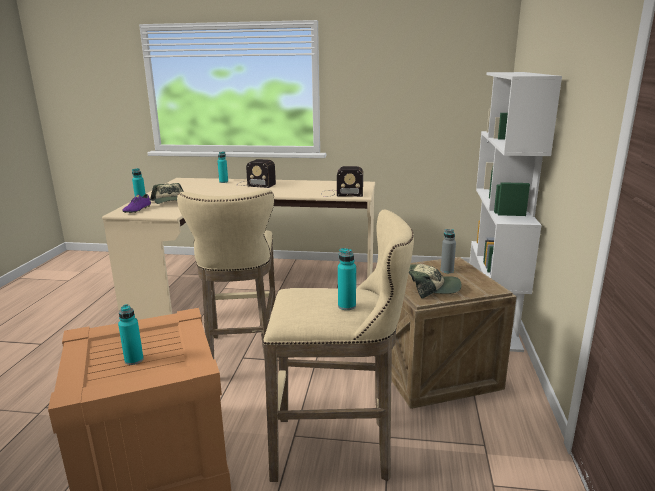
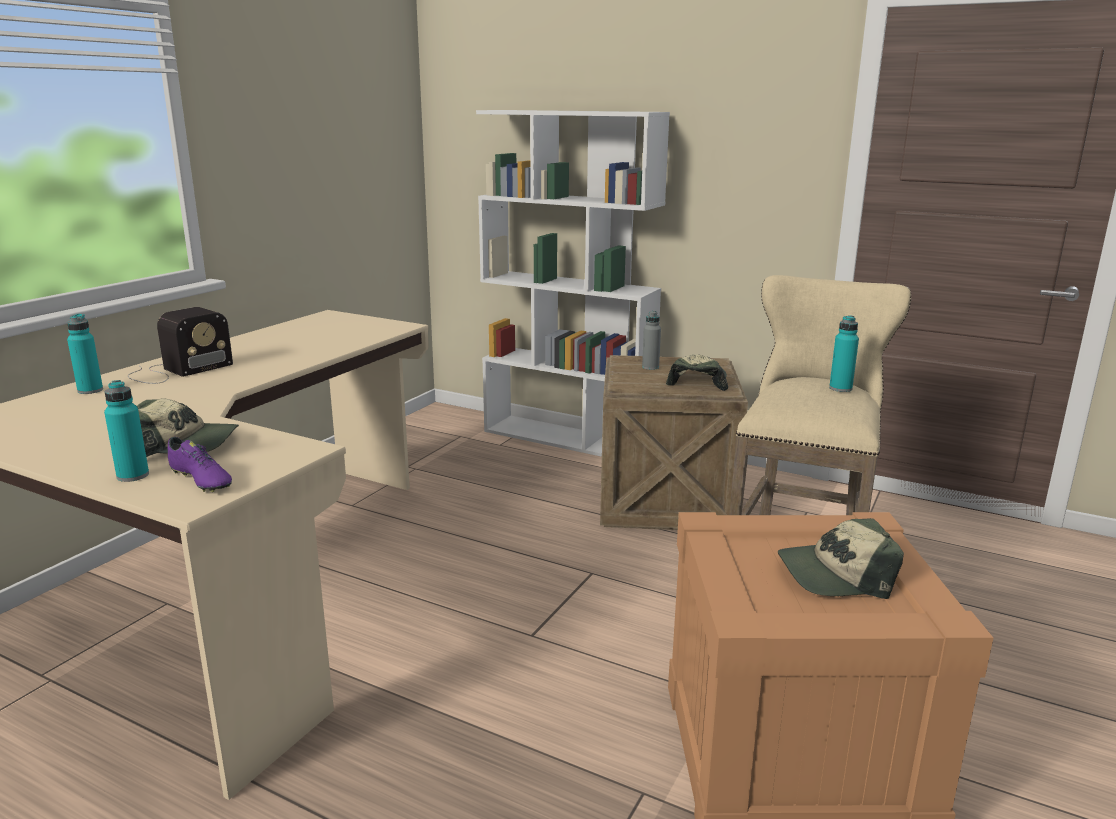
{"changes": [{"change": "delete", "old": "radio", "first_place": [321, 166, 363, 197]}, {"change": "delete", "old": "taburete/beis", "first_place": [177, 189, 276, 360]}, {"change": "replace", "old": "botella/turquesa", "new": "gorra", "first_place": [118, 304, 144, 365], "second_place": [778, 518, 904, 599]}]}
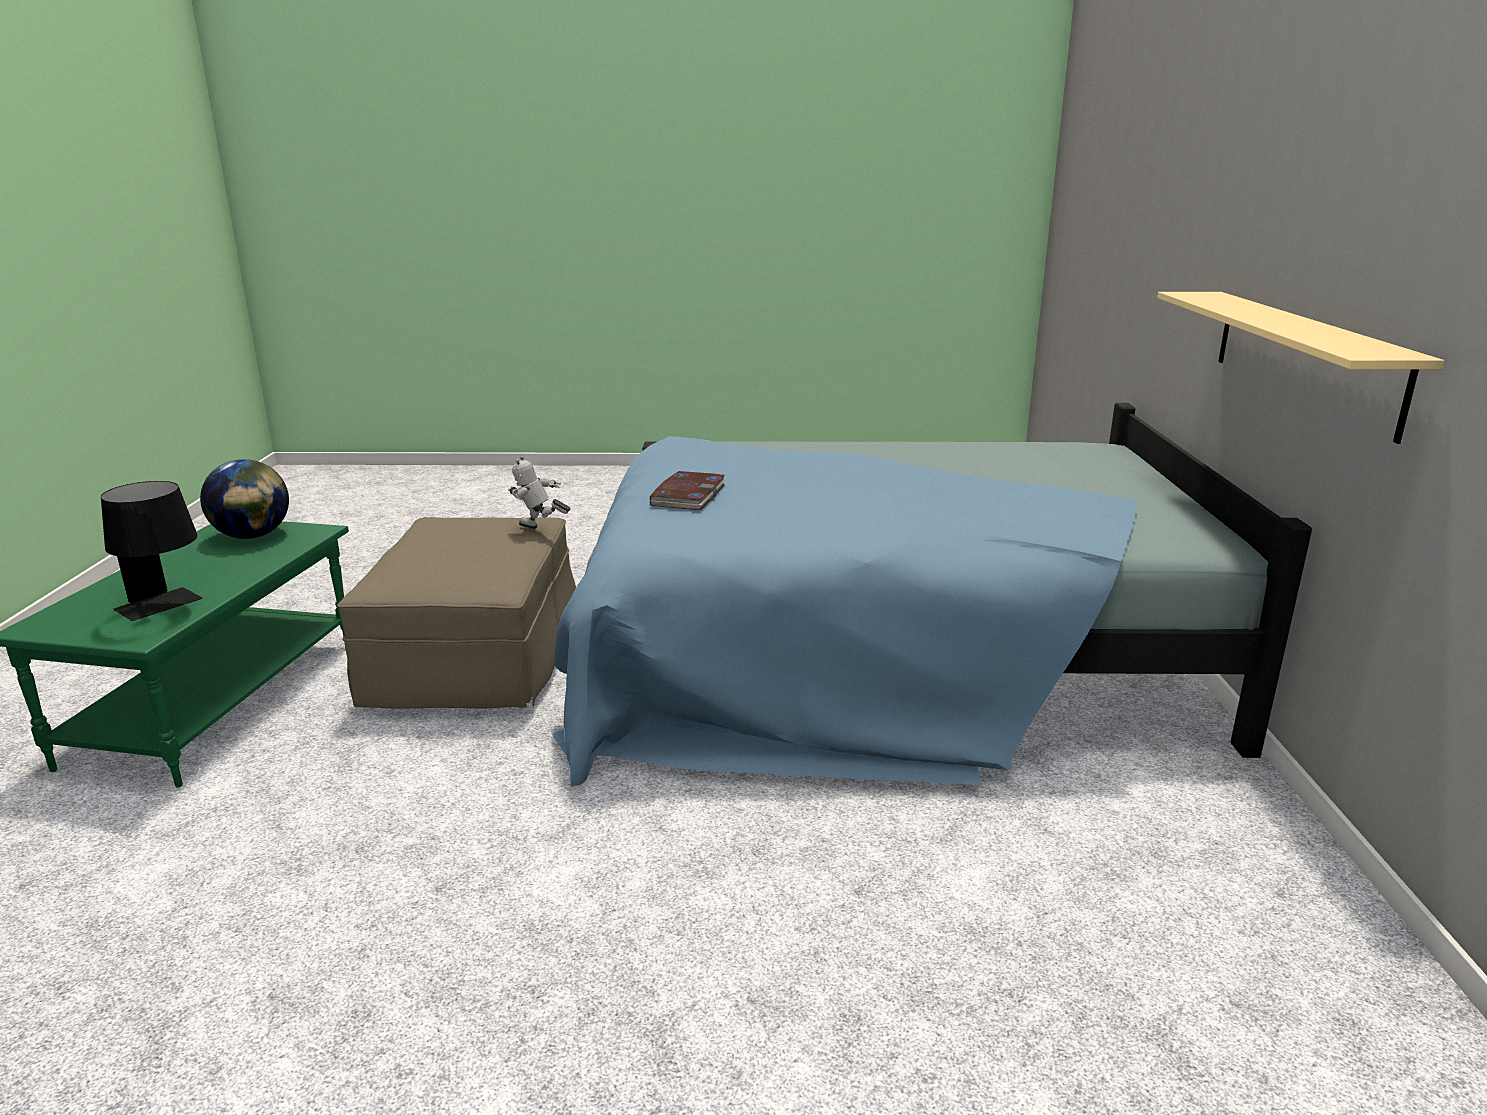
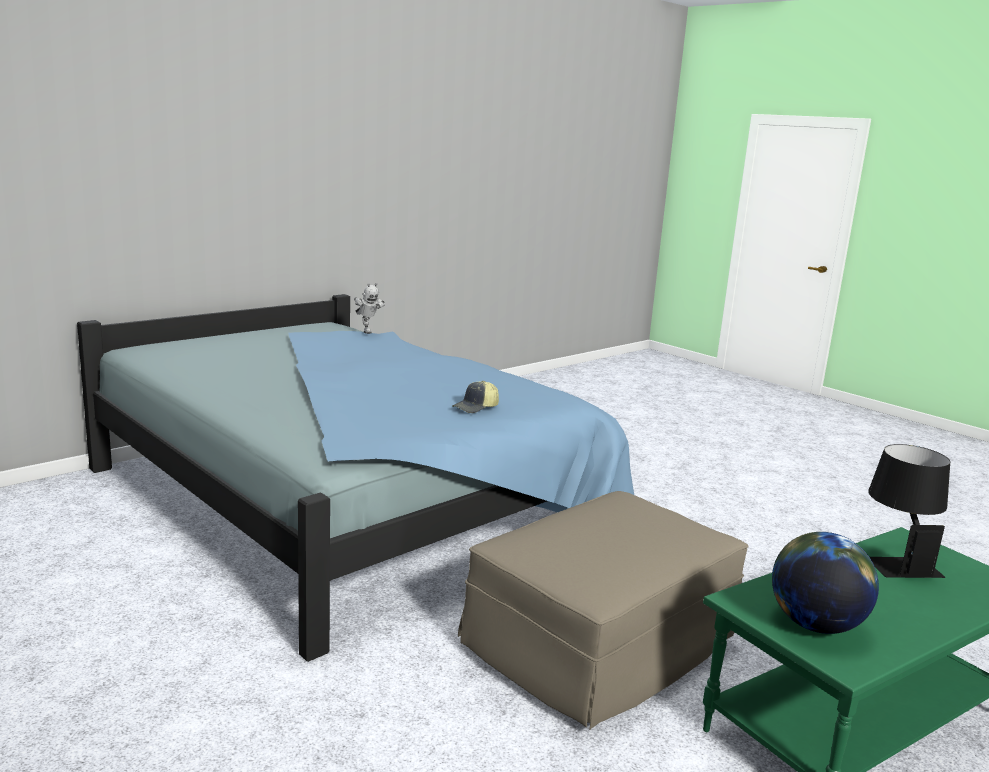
{"changes": [{"change": "delete", "old": "estante/beis", "first_place": [1157, 292, 1444, 444]}, {"change": "move", "old": "robot de juguete", "first_place": [508, 455, 571, 529], "second_place": [354, 283, 385, 334]}, {"change": "replace", "old": "libro", "new": "gorra", "first_place": [650, 471, 726, 510], "second_place": [452, 381, 499, 413]}]}
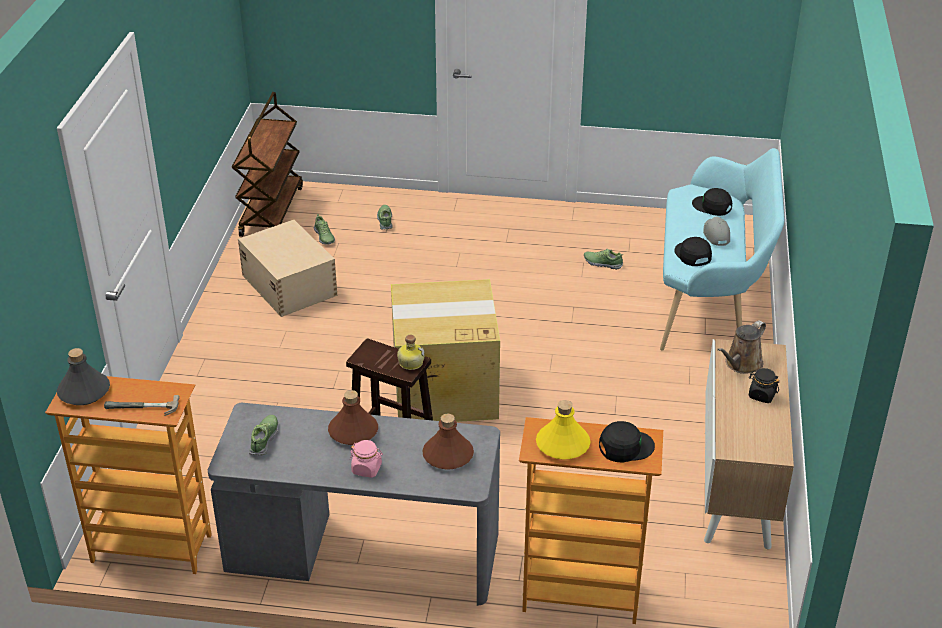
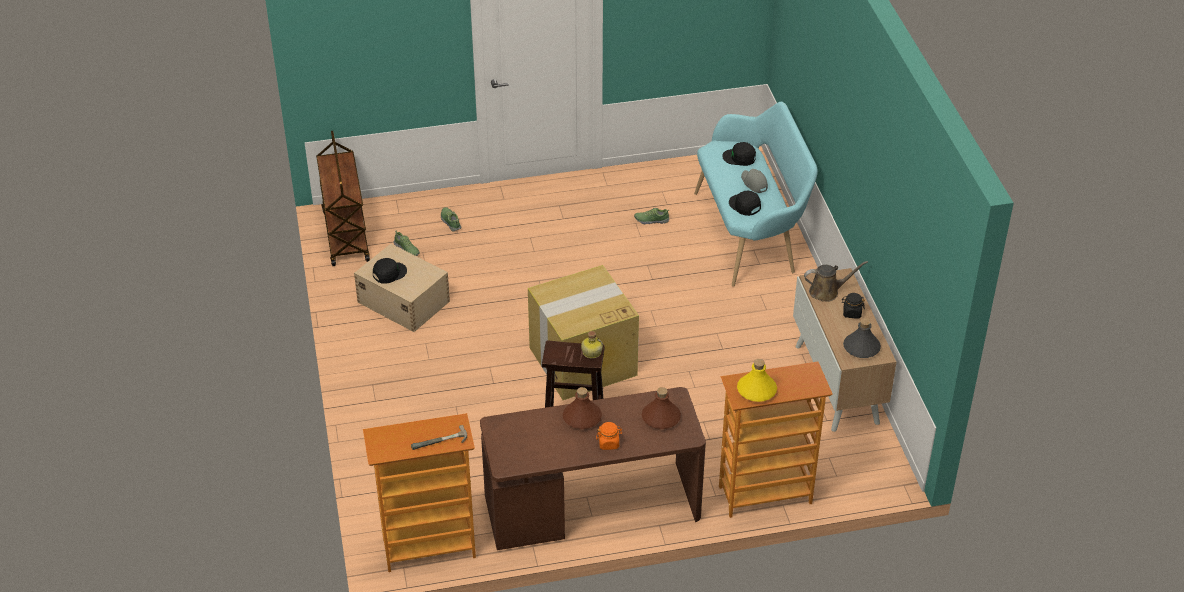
{"changes": [{"change": "rotate", "old": "regadera/marrón", "first_place": [717, 320, 766, 374], "second_place": [804, 261, 868, 302], "degrees": -120}, {"change": "move", "old": "botella/gris", "first_place": [57, 348, 110, 405], "second_place": [843, 318, 881, 358]}, {"change": "recolor", "old": "escritorio/gris", "new": "escritorio/marrón", "first_place": [208, 403, 500, 606], "second_place": [480, 387, 706, 550]}, {"change": "delete", "old": "zapato", "first_place": [249, 415, 279, 455]}, {"change": "move", "old": "gorra/negro", "first_place": [599, 421, 655, 462], "second_place": [373, 258, 407, 284]}, {"change": "recolor", "old": "tarro/rosa", "new": "tarro/naranja", "first_place": [350, 440, 383, 478], "second_place": [596, 422, 622, 450]}]}
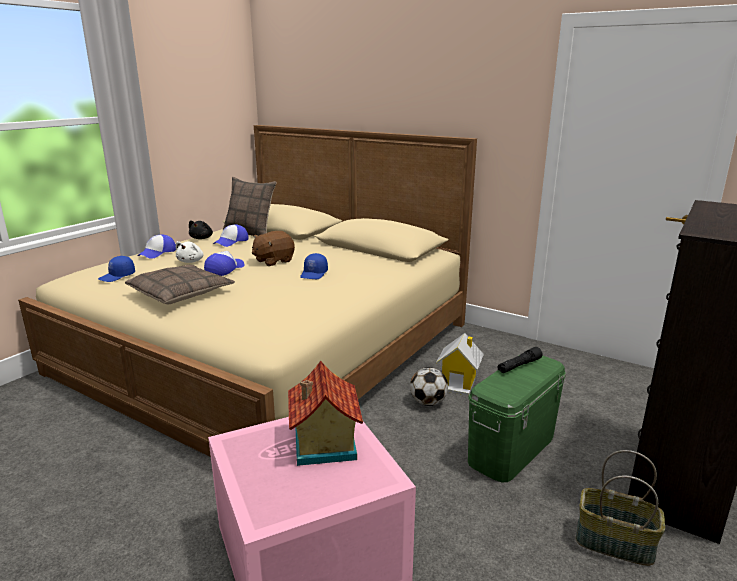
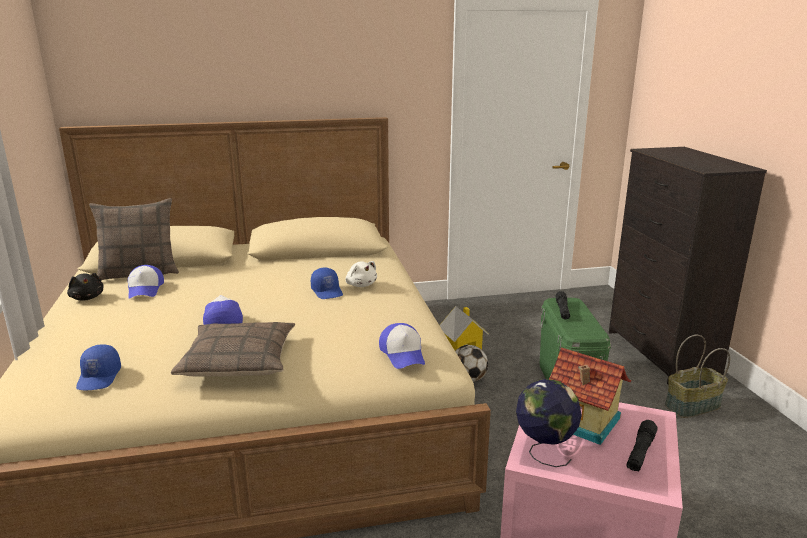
{"changes": [{"change": "delete", "old": "peluche/marrón", "first_place": [252, 231, 295, 266]}, {"change": "move", "old": "gorra", "first_place": [137, 234, 176, 259], "second_place": [379, 323, 425, 369]}, {"change": "move", "old": "peluche/blanco", "first_place": [176, 241, 203, 263], "second_place": [346, 261, 377, 287]}, {"change": "insert", "new": "globo terráqueo", "second_place": [516, 379, 582, 467]}, {"change": "insert", "new": "linterna/negro", "second_place": [627, 420, 658, 471]}]}
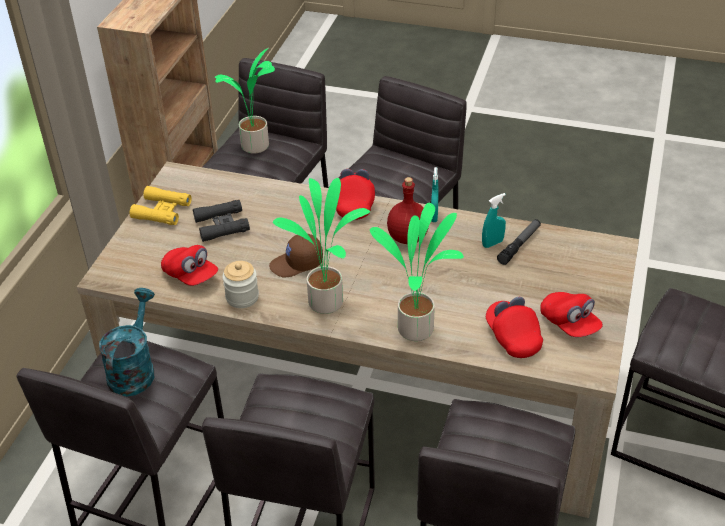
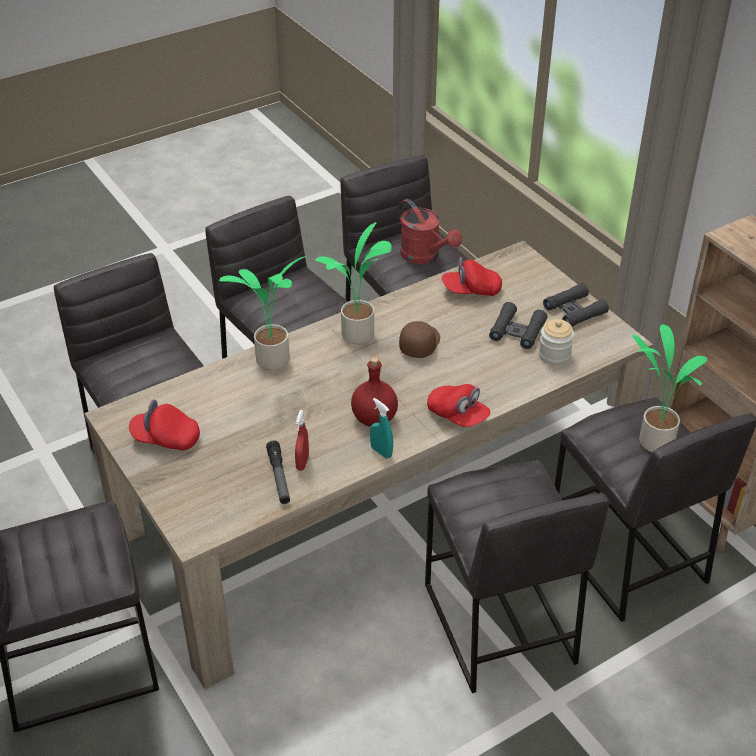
{"changes": [{"change": "recolor", "old": "prismáticos/amarillo", "new": "prismáticos/negro", "first_place": [130, 186, 192, 225], "second_place": [543, 283, 609, 327]}, {"change": "recolor", "old": "pulverizador/turquesa", "new": "pulverizador/rojo", "first_place": [482, 193, 506, 248], "second_place": [295, 410, 309, 471]}, {"change": "move", "old": "tarro", "first_place": [222, 261, 259, 308], "second_place": [539, 319, 574, 365]}, {"change": "recolor", "old": "regadera/turquesa", "new": "regadera/rojo", "first_place": [99, 288, 155, 397], "second_place": [398, 199, 462, 264]}, {"change": "delete", "old": "gorra/rojo", "first_place": [486, 297, 543, 358]}]}
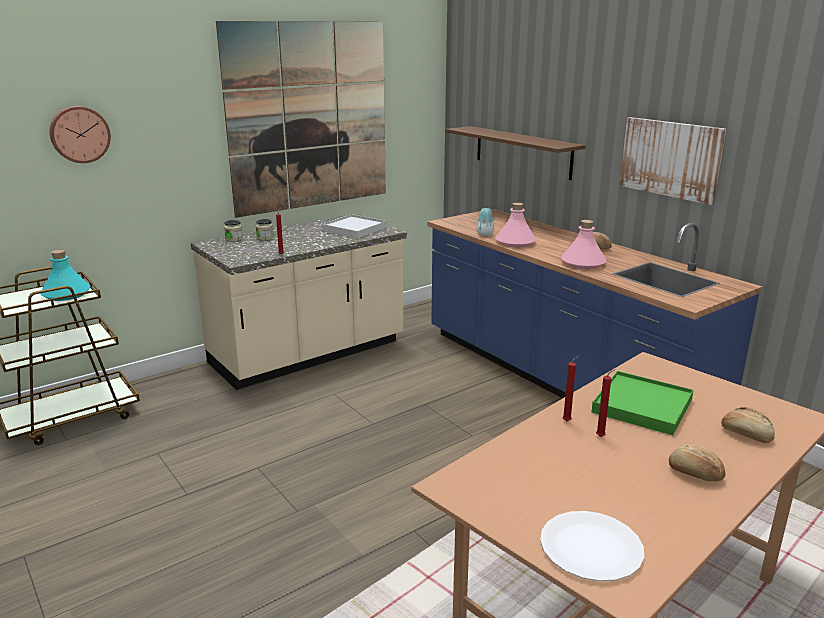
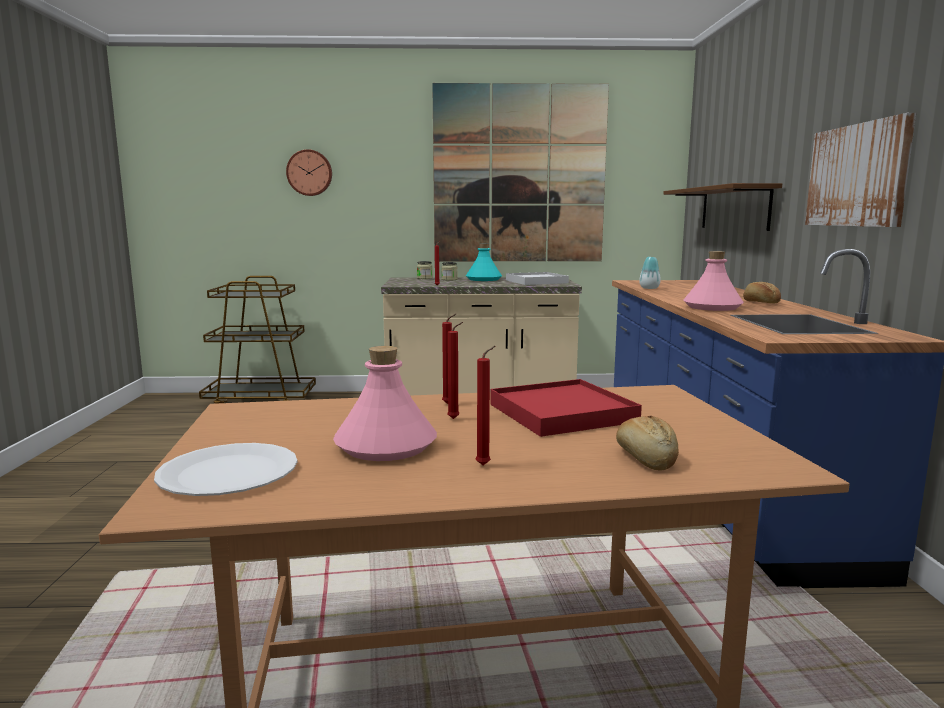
{"changes": [{"change": "move", "old": "botella/rosa", "first_place": [495, 203, 536, 247], "second_place": [333, 346, 437, 461]}, {"change": "move", "old": "botella/turquesa", "first_place": [40, 250, 91, 301], "second_place": [466, 243, 502, 281]}, {"change": "recolor", "old": "bandeja/verde", "new": "bandeja/rojo", "first_place": [592, 371, 694, 435], "second_place": [490, 379, 642, 437]}, {"change": "replace", "old": "pan", "new": "vela/rojo", "first_place": [669, 444, 725, 482], "second_place": [476, 346, 495, 465]}]}
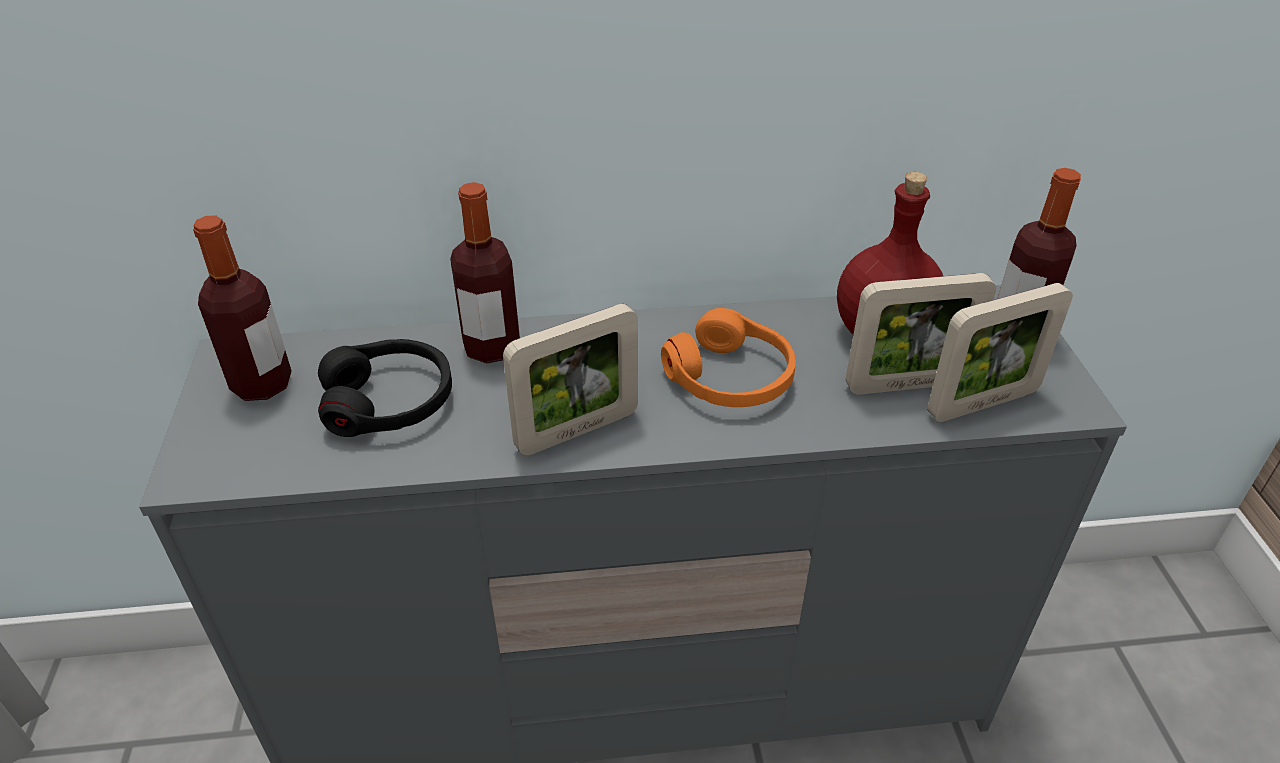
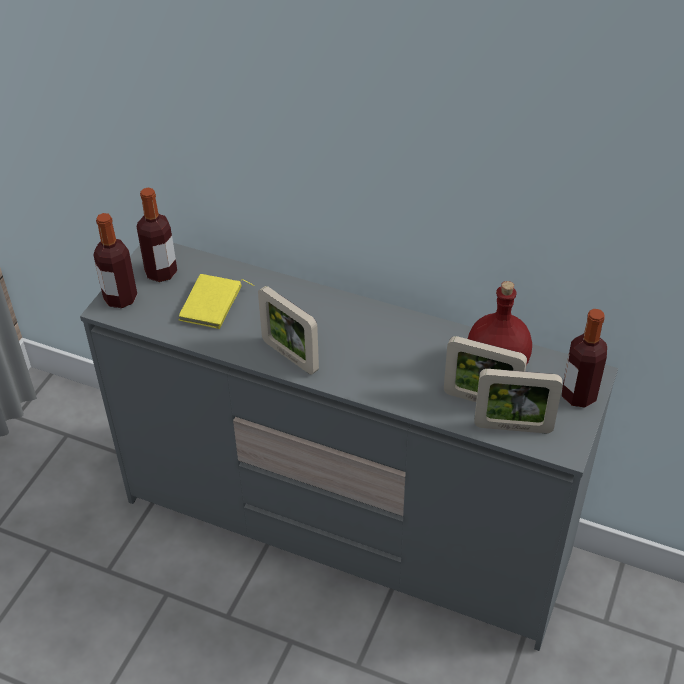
{"changes": [{"change": "move", "old": "botella", "first_place": [450, 182, 520, 363], "second_place": [94, 213, 137, 308]}, {"change": "rotate", "old": "portarretratos", "first_place": [503, 304, 638, 455], "second_place": [258, 286, 319, 375], "degrees": 45}, {"change": "delete", "old": "auriculares/naranja", "first_place": [661, 308, 796, 407]}, {"change": "replace", "old": "auriculares/negro", "new": "libro/amarillo", "first_place": [318, 339, 452, 437], "second_place": [179, 274, 254, 329]}]}
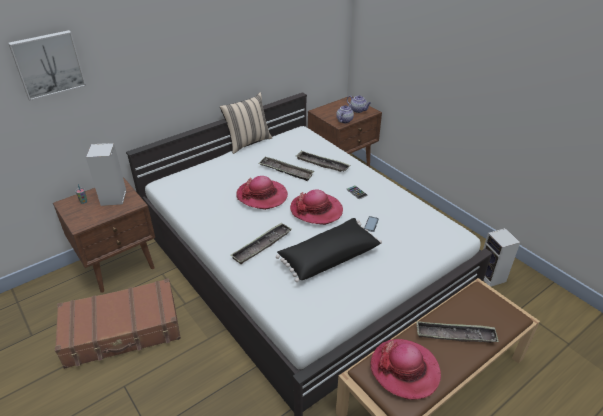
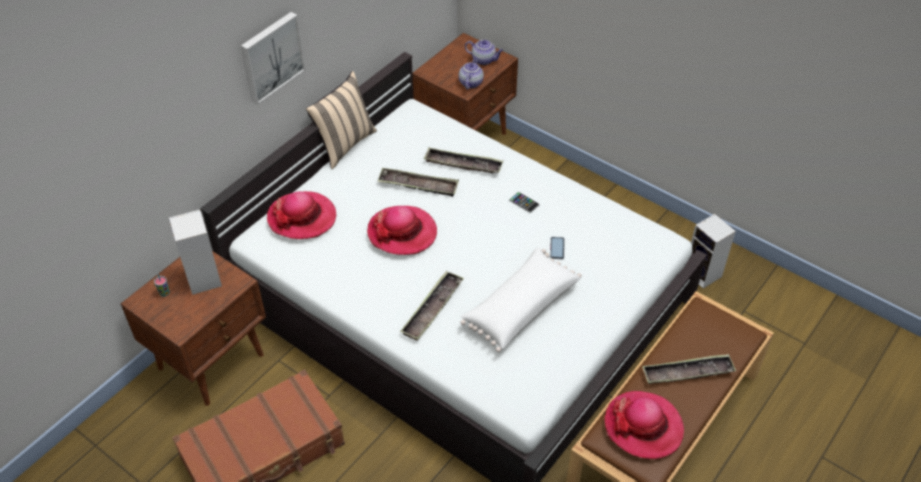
{"changes": [{"change": "move", "old": "cuadro", "first_place": [8, 30, 86, 101], "second_place": [241, 12, 305, 104]}, {"change": "move", "old": "sombrero", "first_place": [290, 189, 343, 225], "second_place": [267, 191, 336, 239]}, {"change": "recolor", "old": "cojín/negro", "new": "cojín/blanco", "first_place": [276, 218, 382, 282], "second_place": [460, 248, 582, 352]}]}
